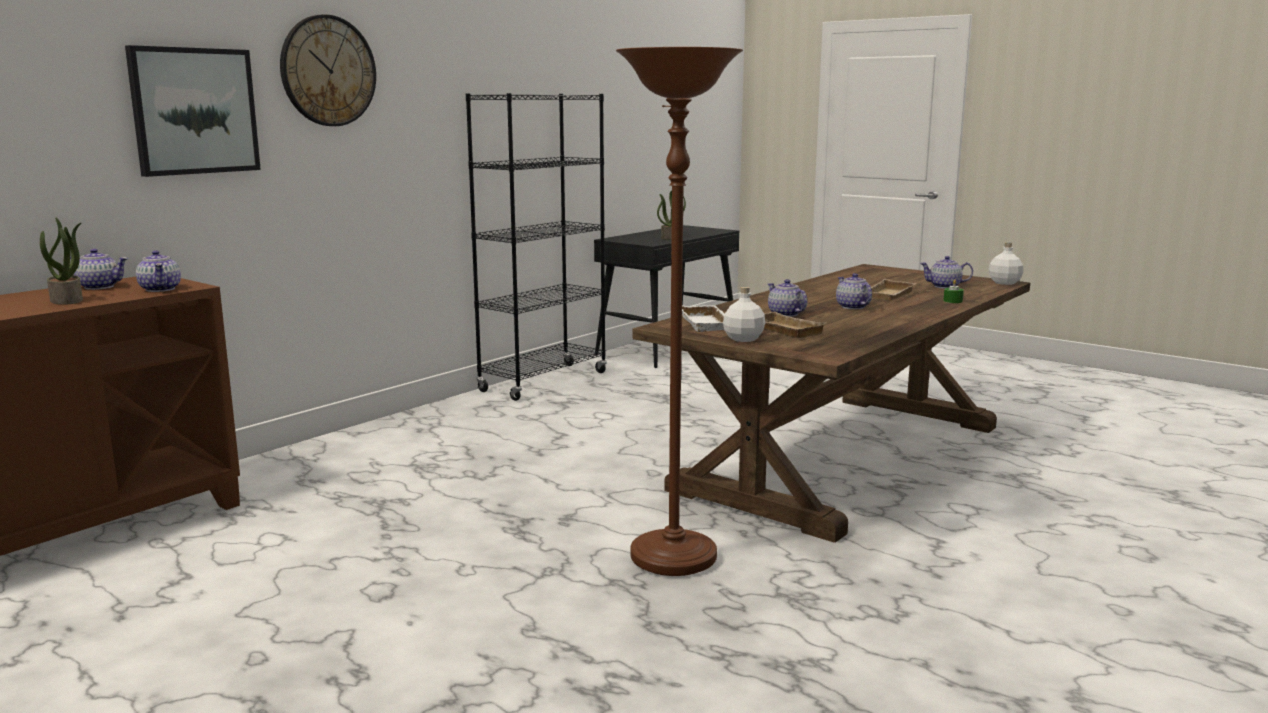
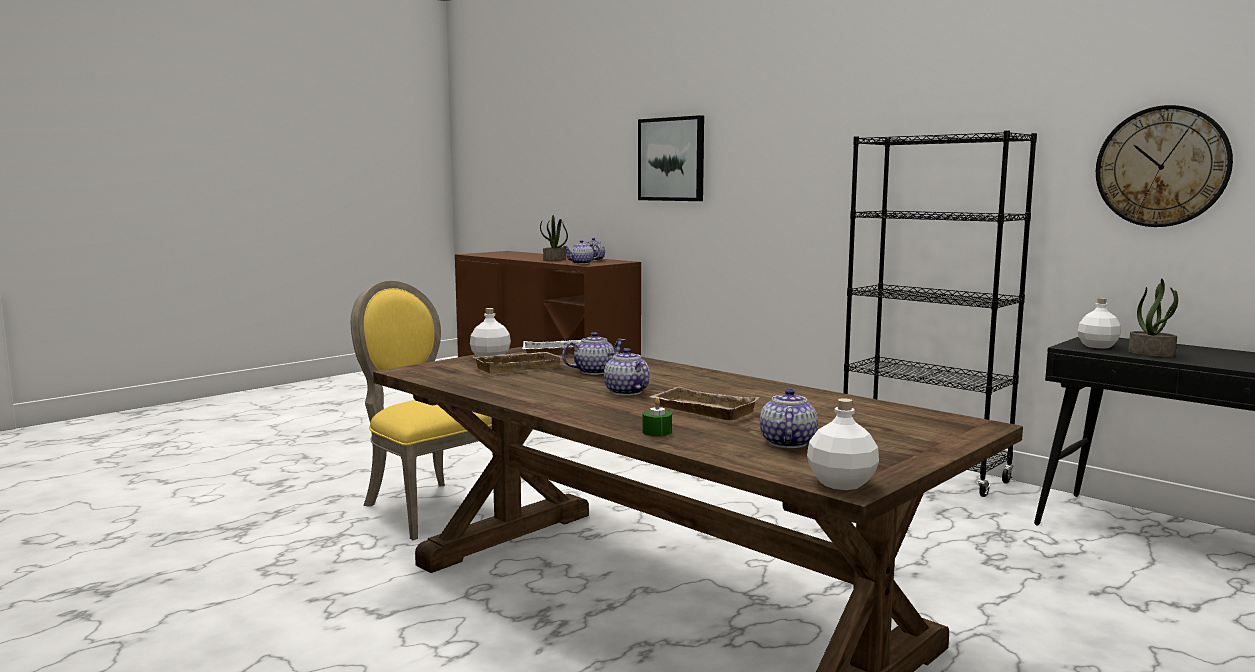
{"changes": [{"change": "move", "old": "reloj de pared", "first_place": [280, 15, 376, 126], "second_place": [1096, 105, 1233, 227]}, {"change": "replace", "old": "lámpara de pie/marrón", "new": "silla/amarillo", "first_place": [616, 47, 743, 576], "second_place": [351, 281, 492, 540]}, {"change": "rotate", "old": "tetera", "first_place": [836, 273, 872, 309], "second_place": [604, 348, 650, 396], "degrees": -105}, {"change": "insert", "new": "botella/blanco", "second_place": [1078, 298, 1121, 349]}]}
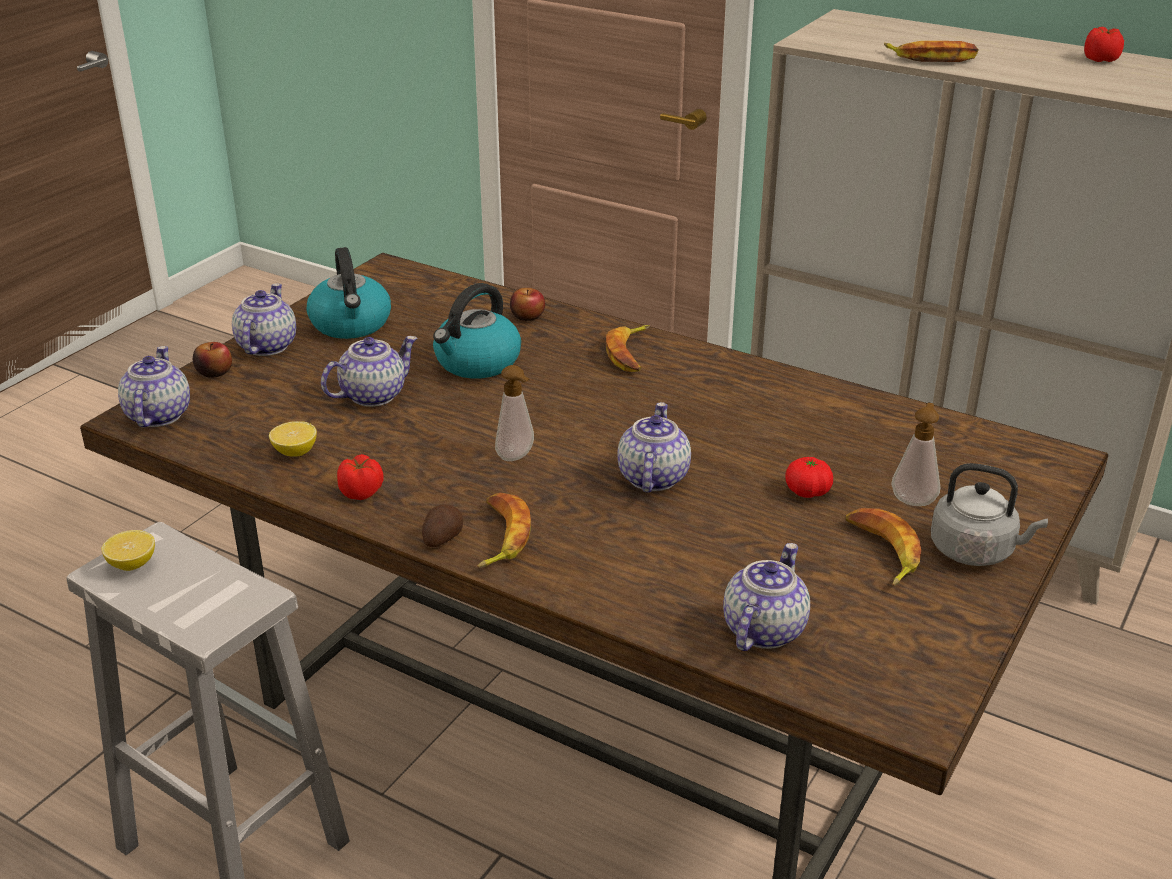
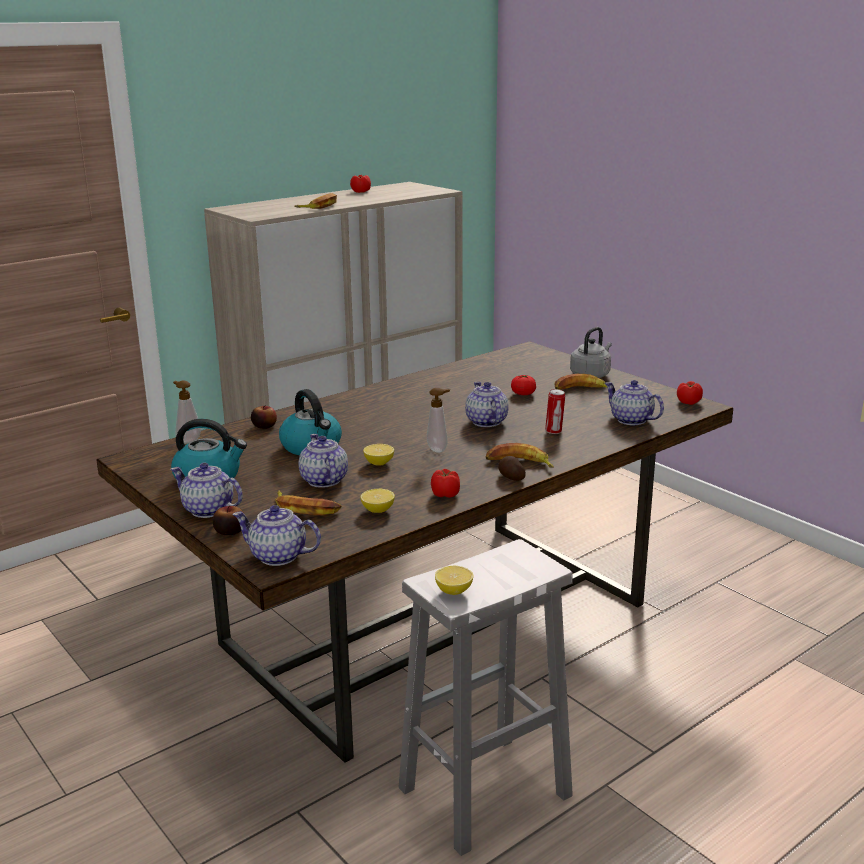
{"changes": [{"change": "move", "old": "plátano", "first_place": [606, 325, 650, 372], "second_place": [275, 490, 341, 515]}, {"change": "rotate", "old": "tetera", "first_place": [617, 402, 691, 493], "second_place": [465, 382, 509, 427], "degrees": 45}, {"change": "move", "old": "dispensador de jabón", "first_place": [891, 402, 940, 506], "second_place": [173, 380, 201, 444]}, {"change": "insert", "new": "tomate", "second_place": [677, 381, 703, 405]}, {"change": "insert", "new": "lata", "second_place": [545, 389, 565, 434]}, {"change": "insert", "new": "limón", "second_place": [363, 444, 394, 466]}]}
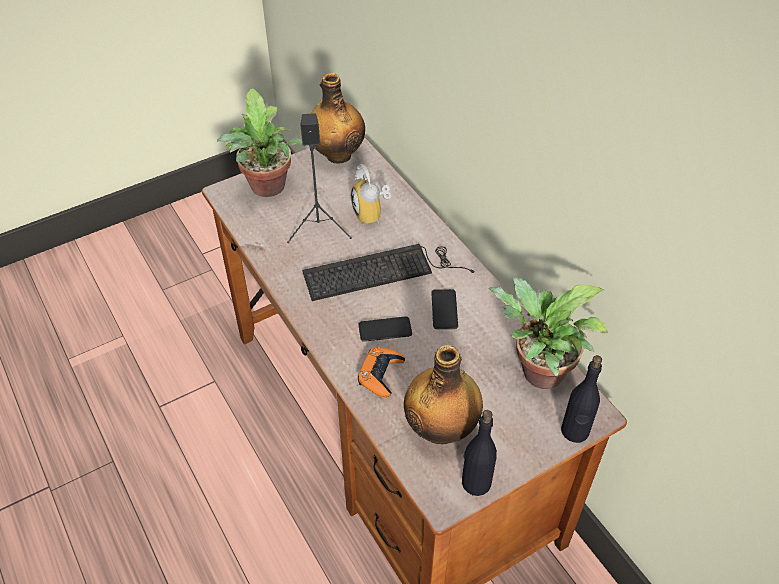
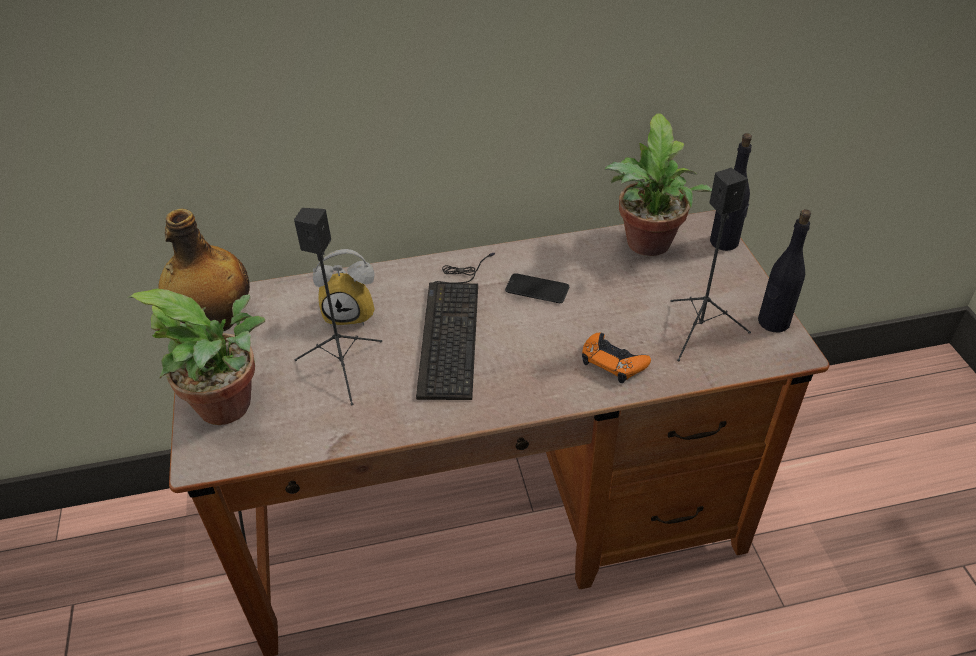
{"changes": [{"change": "delete", "old": "móvil", "first_place": [358, 316, 412, 342]}, {"change": "replace", "old": "botella", "new": "altavoz/negro", "first_place": [404, 345, 483, 444], "second_place": [670, 168, 751, 361]}]}
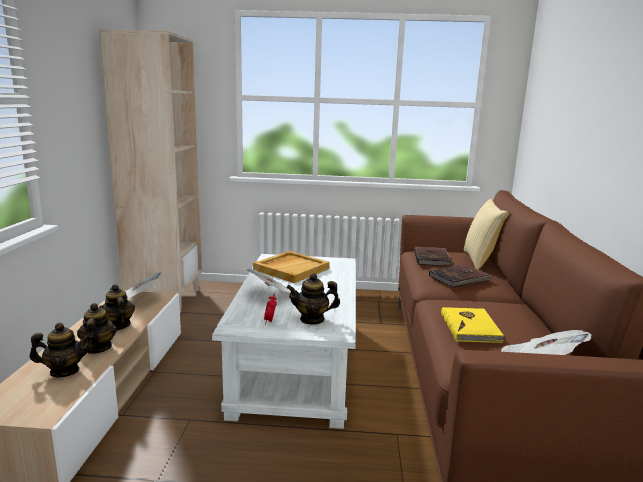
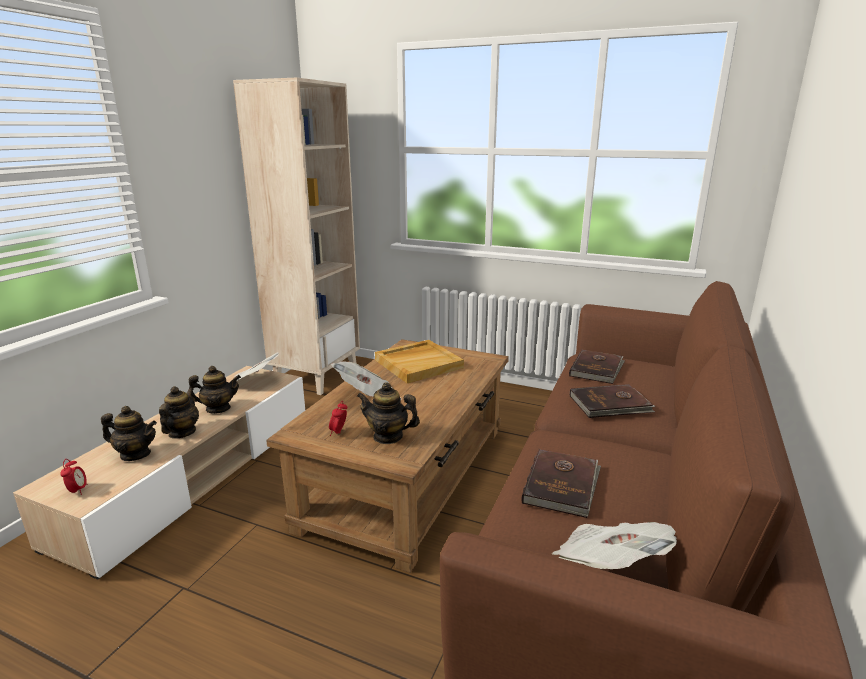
{"changes": [{"change": "delete", "old": "cojín", "first_place": [464, 199, 509, 270]}, {"change": "recolor", "old": "mesa de centro/blanco", "new": "mesa de centro/marrón", "first_place": [212, 254, 356, 429], "second_place": [266, 339, 509, 573]}, {"change": "rotate", "old": "tetera", "first_place": [103, 284, 135, 330], "second_place": [188, 366, 241, 414], "degrees": 90}, {"change": "recolor", "old": "libro/amarillo", "new": "libro/marrón", "first_place": [441, 307, 504, 343], "second_place": [521, 449, 601, 518]}, {"change": "insert", "new": "despertador", "second_place": [60, 459, 87, 495]}]}
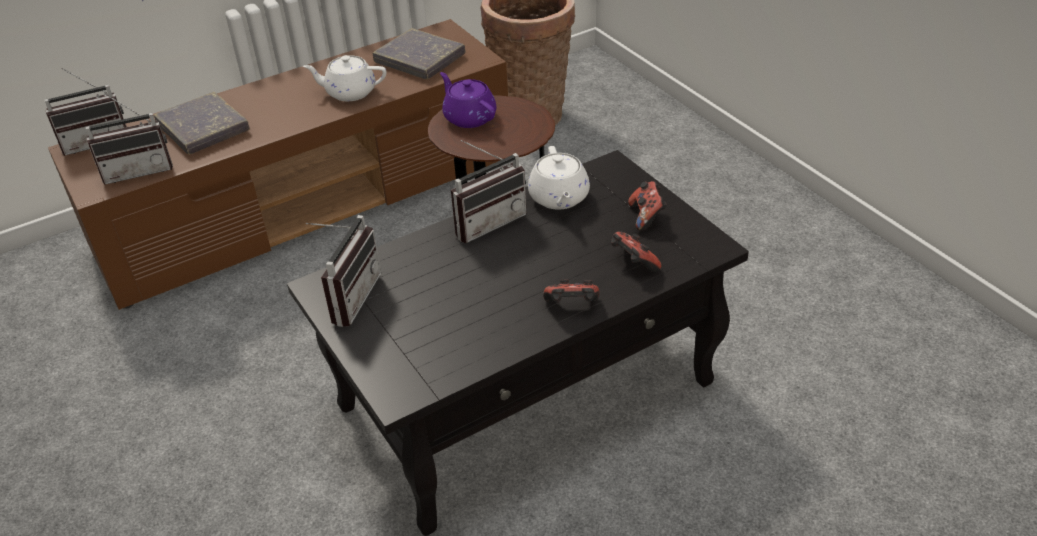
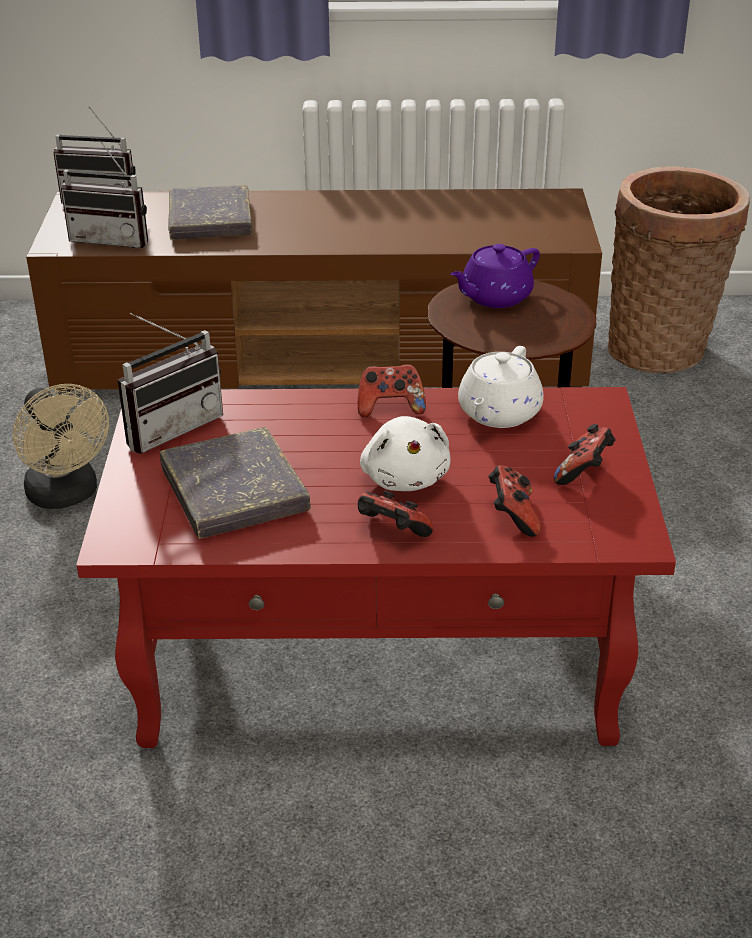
{"changes": [{"change": "move", "old": "libro/gris", "first_place": [373, 28, 466, 79], "second_place": [160, 427, 311, 539]}, {"change": "delete", "old": "tetera/blanco", "first_place": [303, 55, 387, 101]}, {"change": "rotate", "old": "tetera/morado", "first_place": [440, 72, 497, 128], "second_place": [450, 244, 540, 308], "degrees": -120}, {"change": "replace", "old": "radio", "new": "mando de consola", "first_place": [451, 140, 527, 243], "second_place": [358, 364, 426, 417]}, {"change": "recolor", "old": "mesa de centro/negro", "new": "mesa de centro/rojo", "first_place": [287, 150, 749, 536], "second_place": [76, 387, 676, 748]}, {"change": "insert", "new": "ventilador/beis", "second_place": [13, 384, 109, 509]}, {"change": "insert", "new": "peluche/blanco", "second_place": [360, 416, 450, 491]}]}
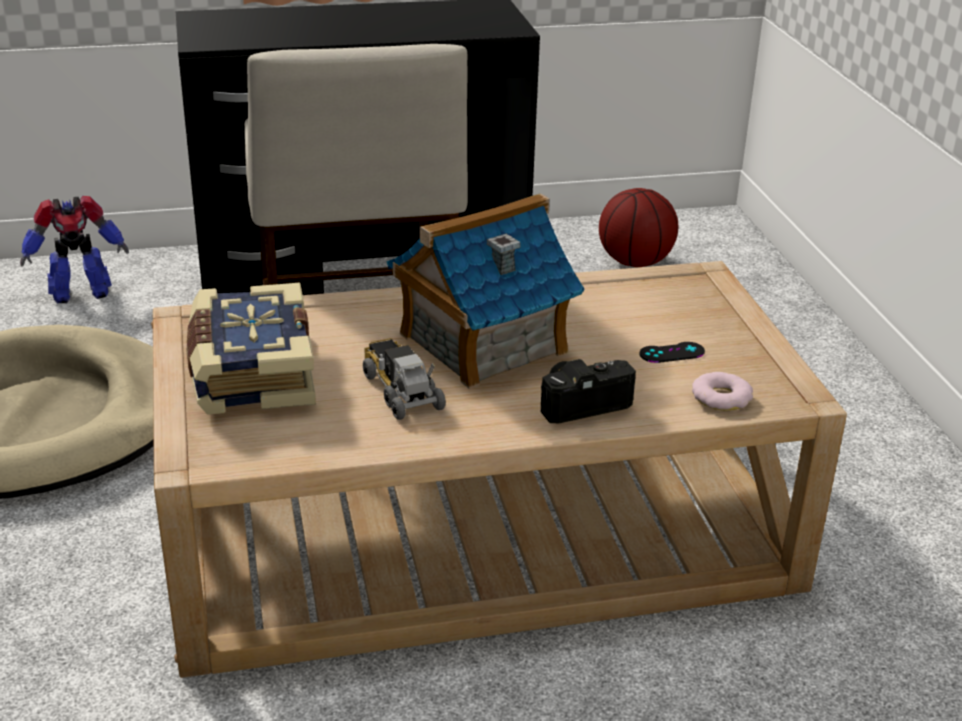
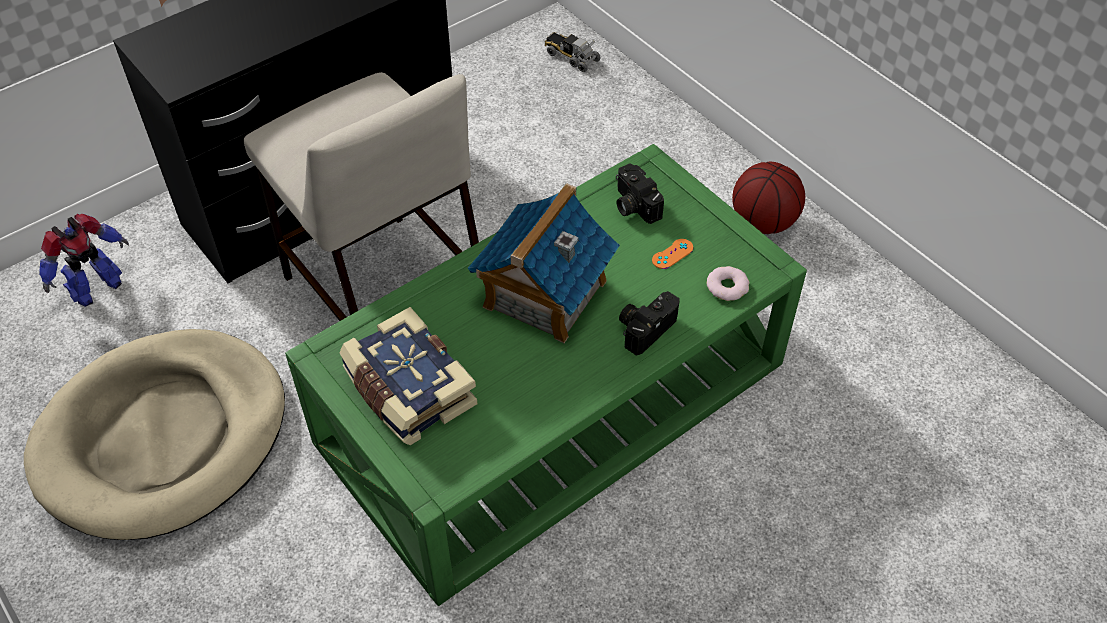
{"changes": [{"change": "move", "old": "balón de baloncesto", "first_place": [599, 188, 678, 267], "second_place": [732, 162, 805, 234]}, {"change": "recolor", "old": "mesa de centro/beis", "new": "mesa de centro/verde", "first_place": [151, 261, 847, 678], "second_place": [285, 144, 807, 606]}, {"change": "move", "old": "camión de juguete", "first_place": [363, 338, 446, 420], "second_place": [545, 32, 600, 72]}, {"change": "recolor", "old": "mando de consola/negro", "new": "mando de consola/naranja", "first_place": [639, 342, 705, 363], "second_place": [652, 239, 693, 269]}, {"change": "insert", "new": "cámara", "second_place": [616, 163, 664, 224]}]}
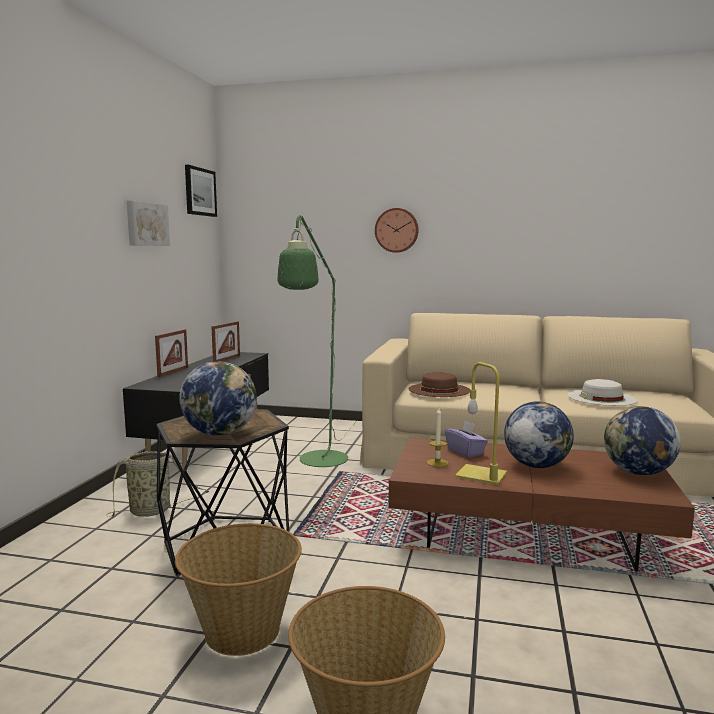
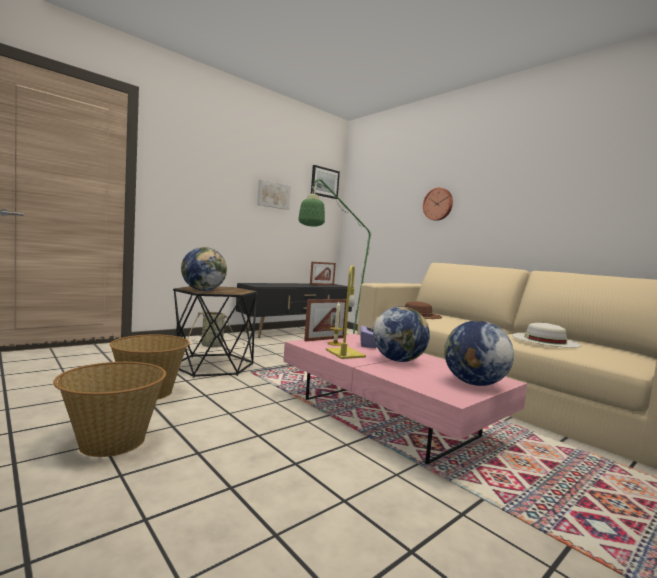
{"changes": [{"change": "move", "old": "portarretratos", "first_place": [155, 329, 188, 377], "second_place": [304, 299, 347, 342]}, {"change": "recolor", "old": "mesa de centro/marrón", "new": "mesa de centro/rosa", "first_place": [388, 438, 695, 571], "second_place": [283, 334, 527, 465]}]}
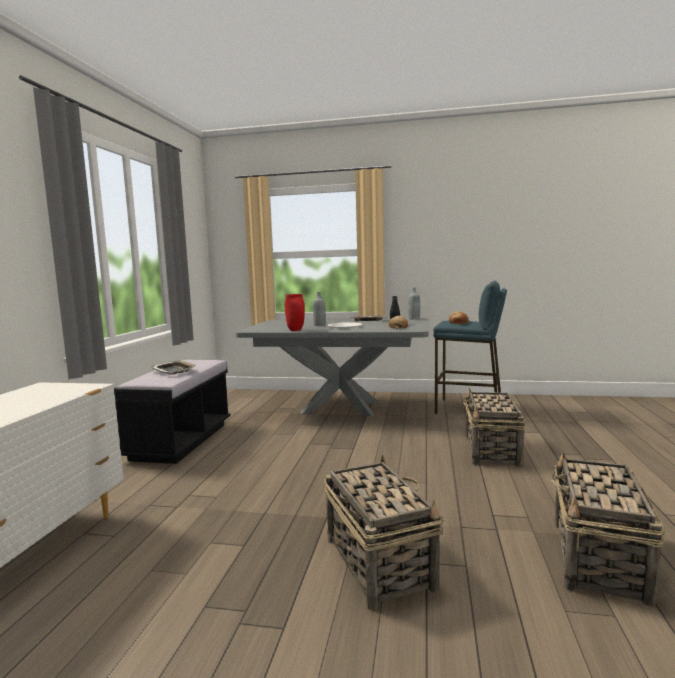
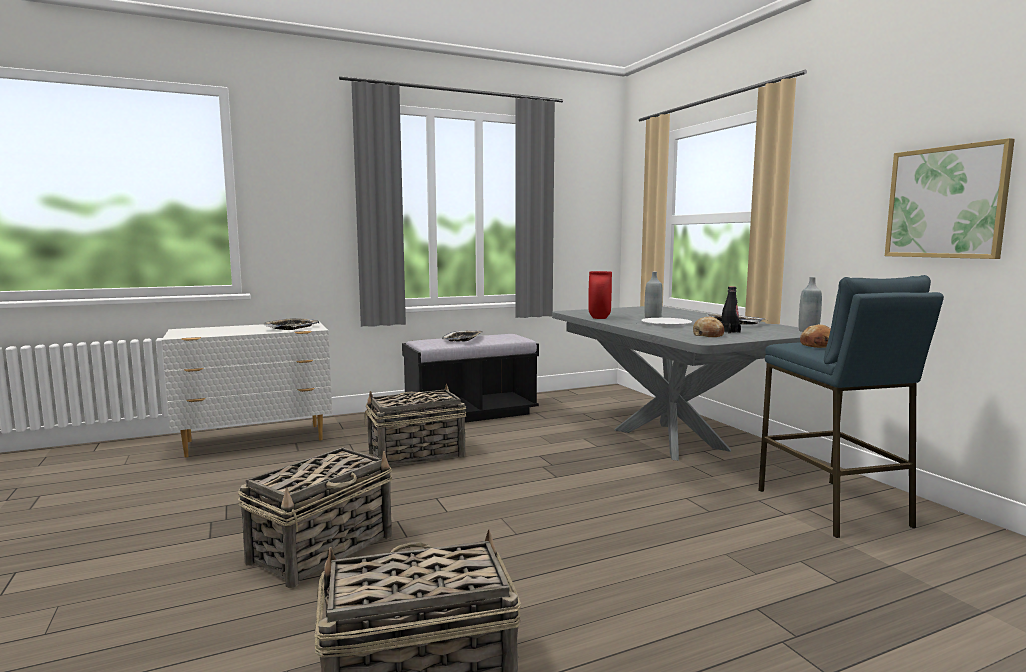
{"changes": [{"change": "move", "old": "cesta", "first_place": [463, 387, 526, 467], "second_place": [365, 384, 466, 466]}, {"change": "insert", "new": "cuadro", "second_place": [885, 138, 1015, 259]}, {"change": "insert", "new": "bandeja", "second_place": [264, 318, 319, 330]}]}
